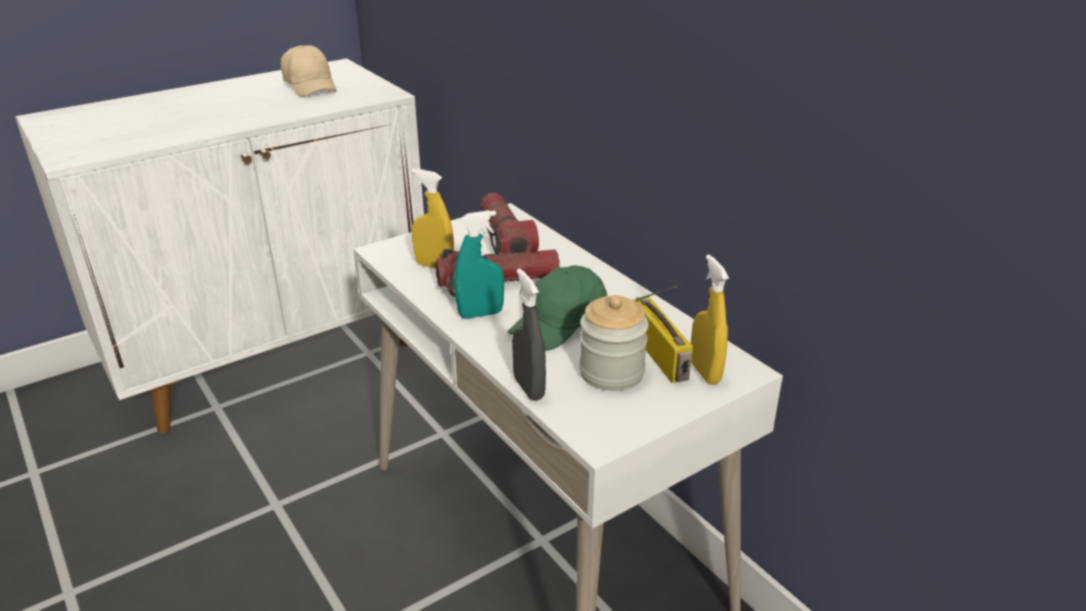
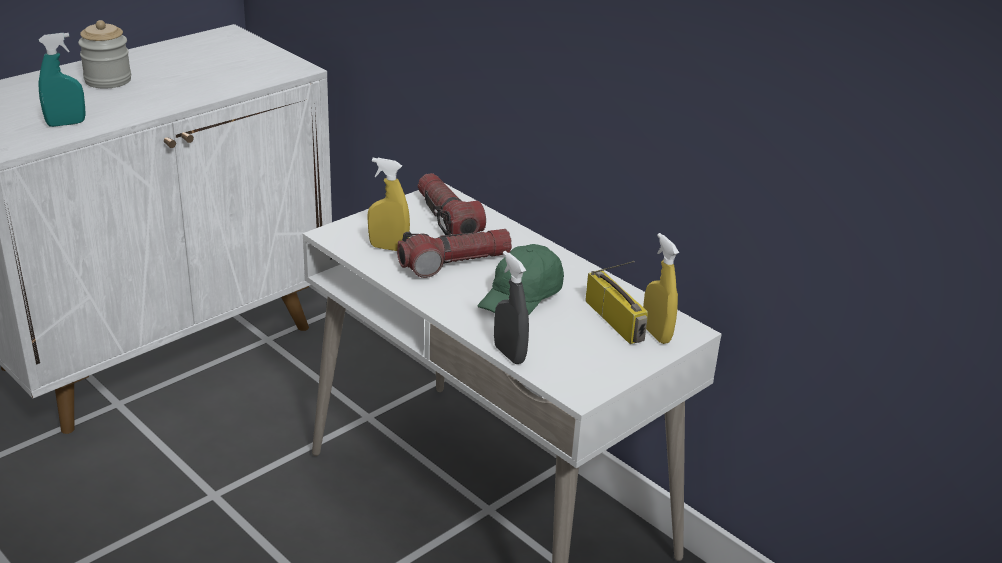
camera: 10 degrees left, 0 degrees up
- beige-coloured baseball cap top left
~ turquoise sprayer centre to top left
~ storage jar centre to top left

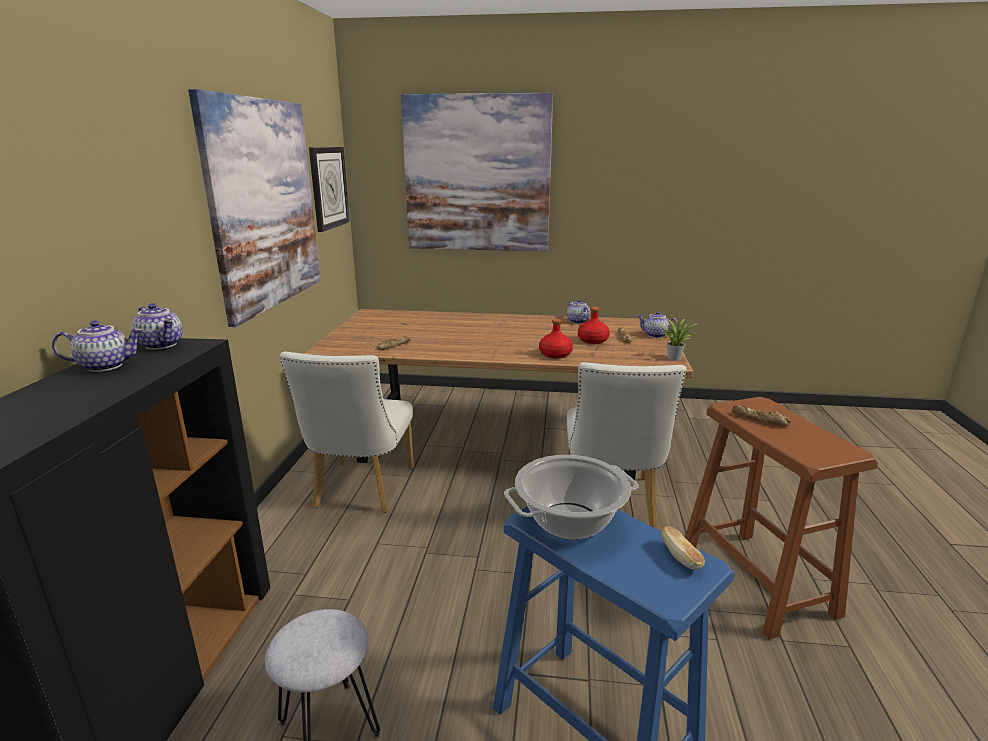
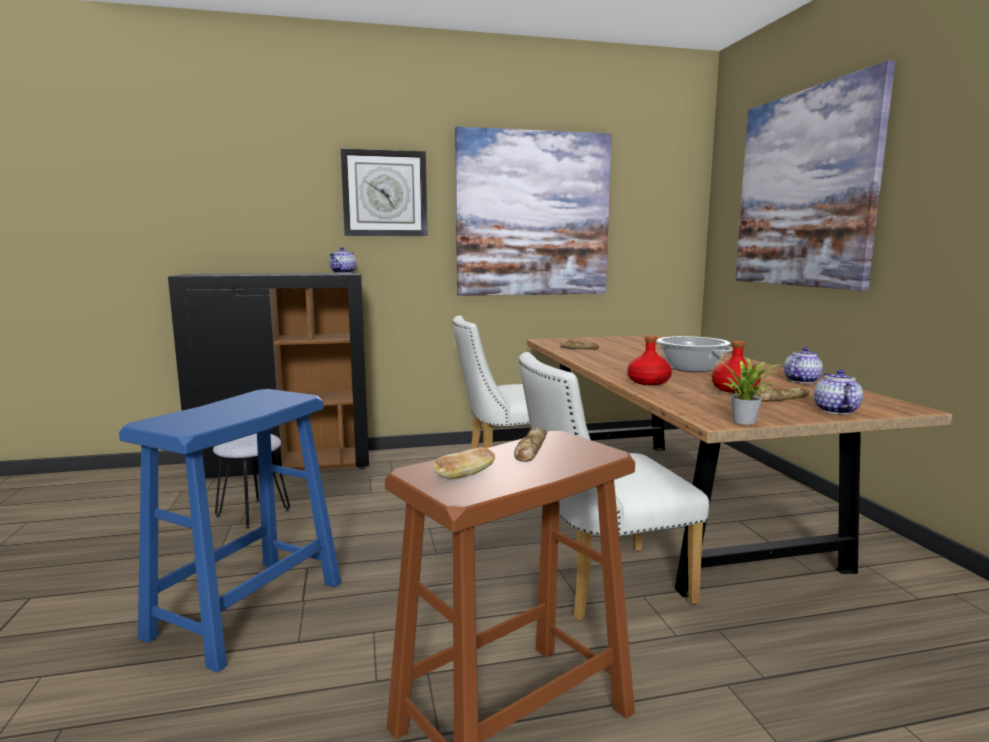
camera: 70 degrees right, 10 degrees down
~ clock on the wall top left to top centre
- teapot (1st from left) middle left
~ stockpot bottom centre to middle right
~ bakery bread (3rd from left in the first image) bottom right to bakery bread (1st from left) centre

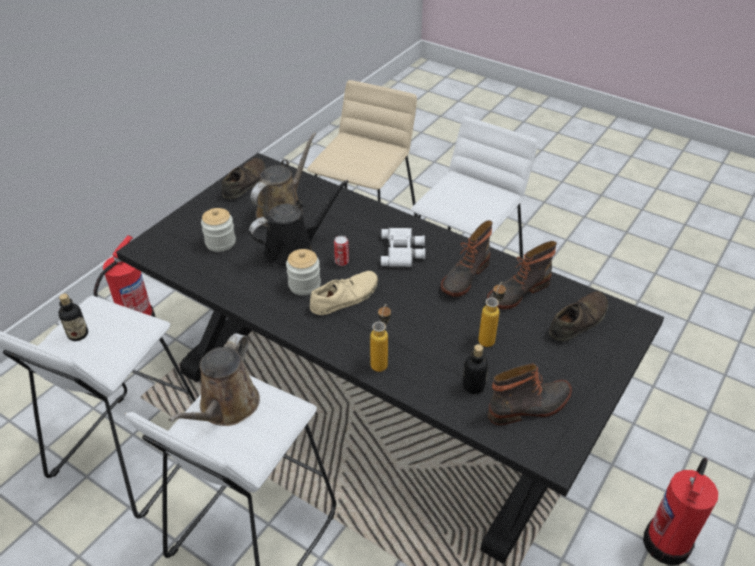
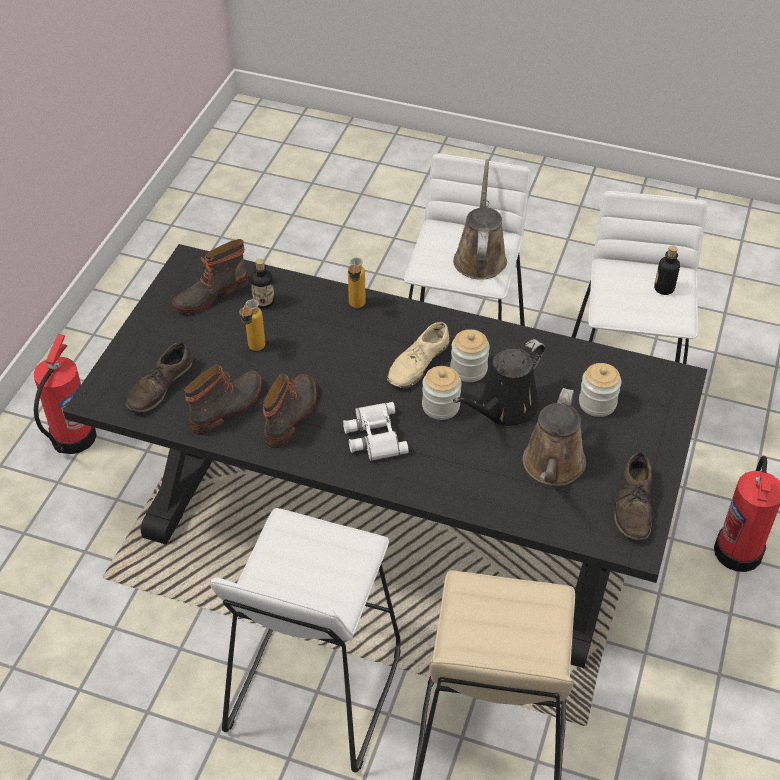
camera: 165 degrees right, 5 degrees up
~ can centre to storage jar (1st from left) centre

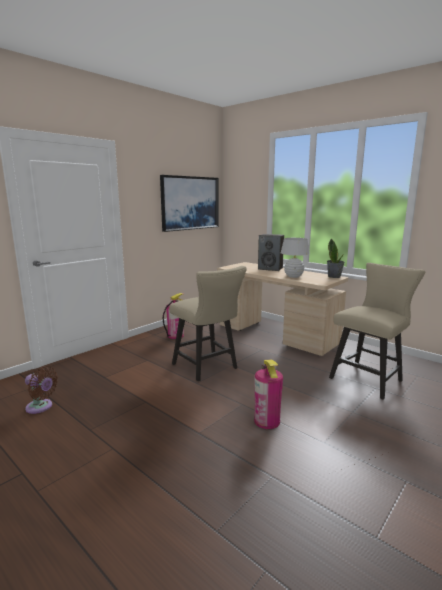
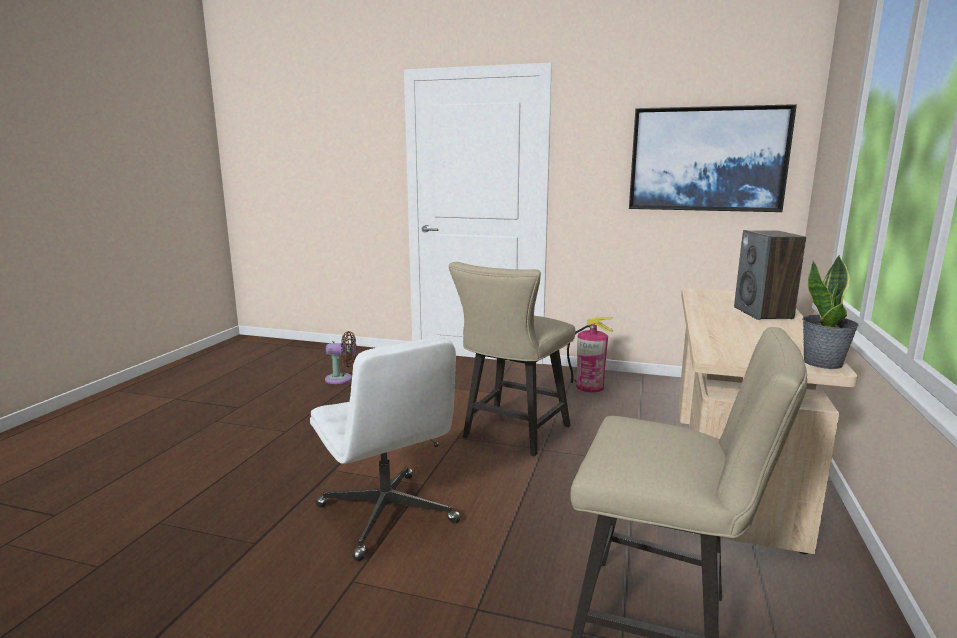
camera: 65 degrees right, 0 degrees up
- whitish tabletop lamp middle right
~ fire extinguisher (2nd from left) bottom centre to whitish computer chair bottom centre
~ brown-coloured cooling fan middle left = centre 90 degrees counterclockwise

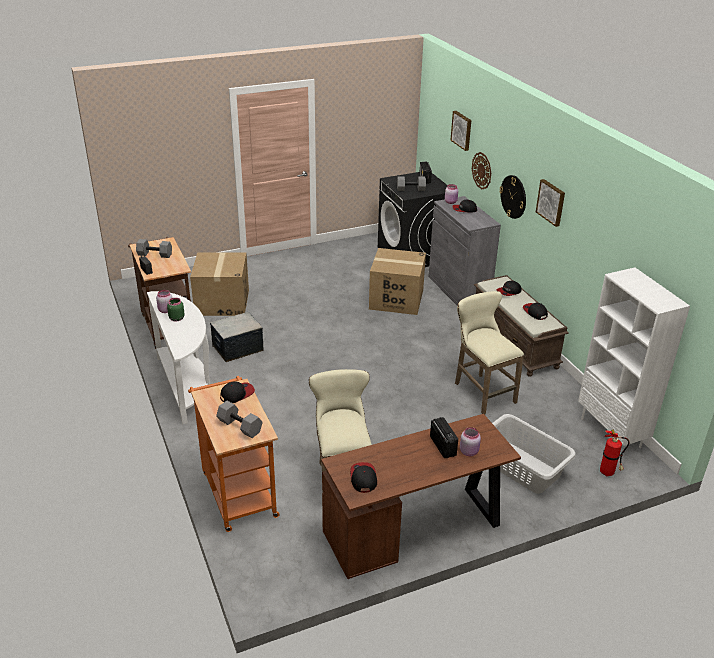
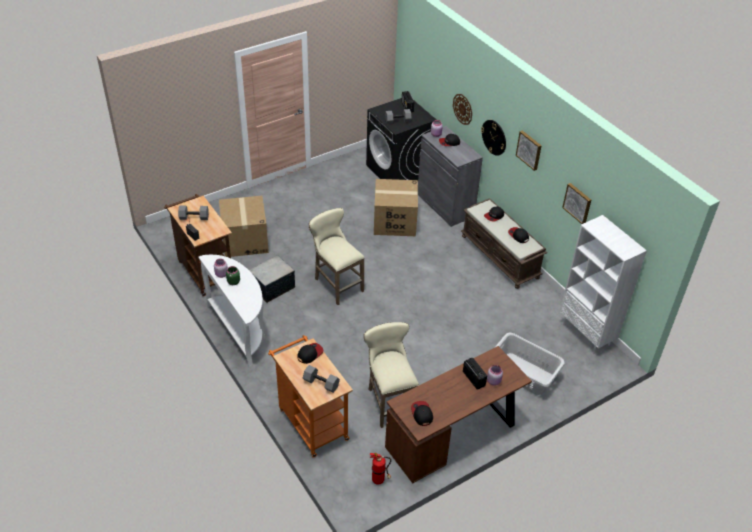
camera: 10 degrees left, 10 degrees up
~ wall art (1st from left in the first image) top centre to wall art (2nd from left) middle right
~ beige-coloured stool (2nd from left in the first image) middle right to beige-coloured stool (1st from left) centre
~ fire extinguisher bottom right to bottom centre

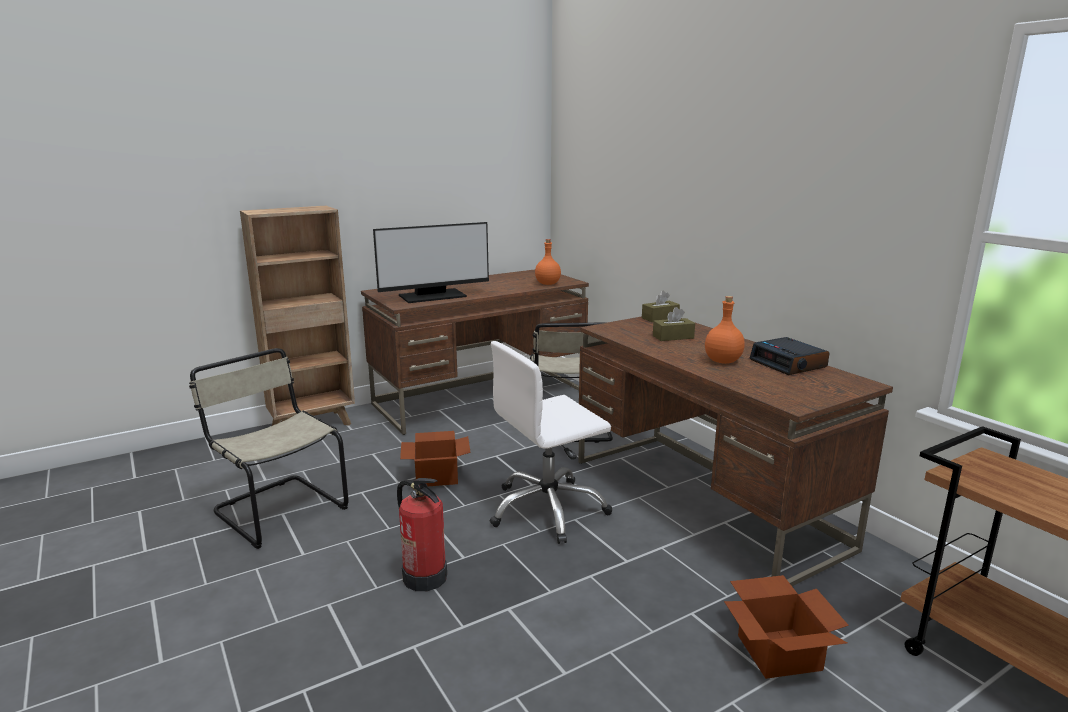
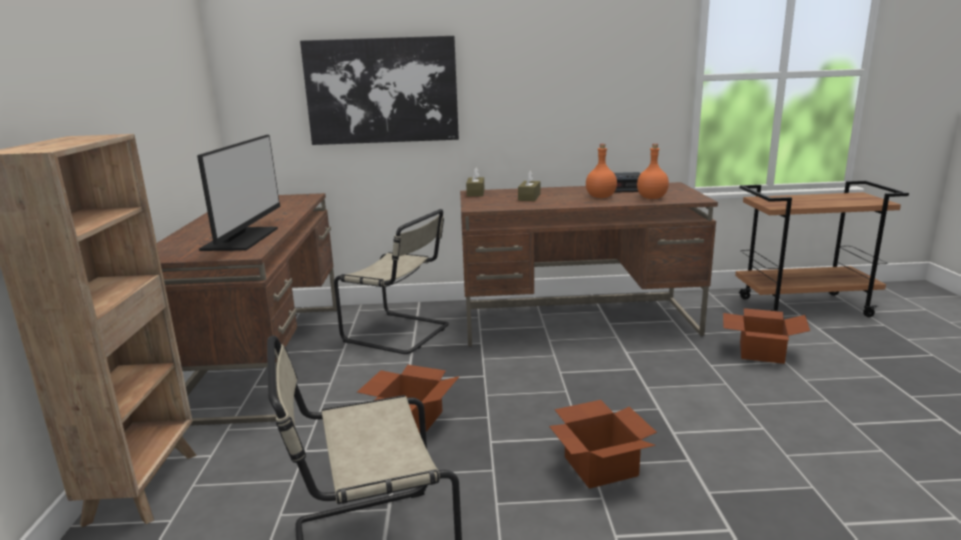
camera: 60 degrees left, 0 degrees up
~ orange-coloured beverage bottle (1st from left in the first image) centre to orange-coloured beverage bottle (2nd from left) top right
- whitish computer chair centre
~ fire extinguisher bottom centre to packing box (2nd from left) bottom centre
+ wall art top centre

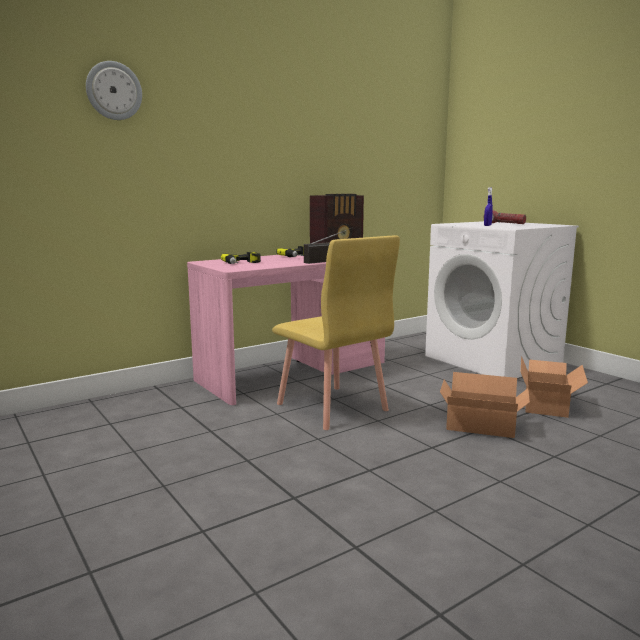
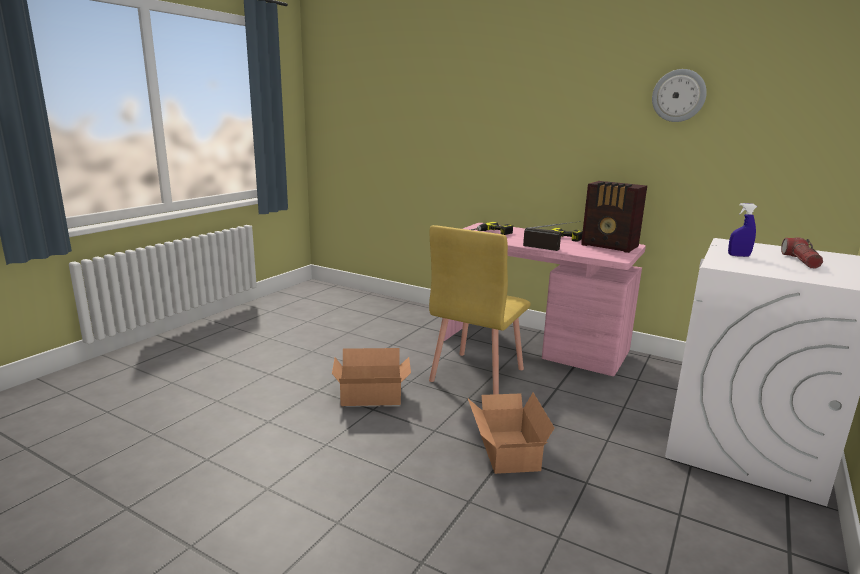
camera: 65 degrees right, 5 degrees up
~ clock on the wall top left to top right
~ packing box (2nd from left in the first image) middle right to packing box (1st from left) centre

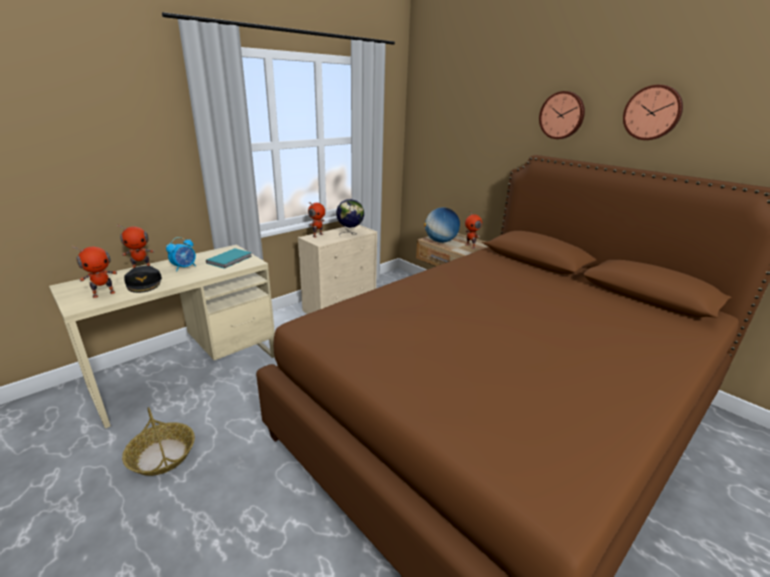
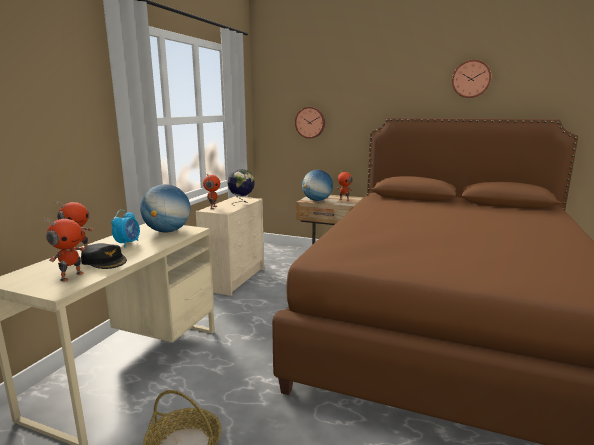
camera: 25 degrees left, 10 degrees down
~ clock on the wall (1st from left) top right to top centre
~ turquoise book middle left to globe (1st from left) middle left

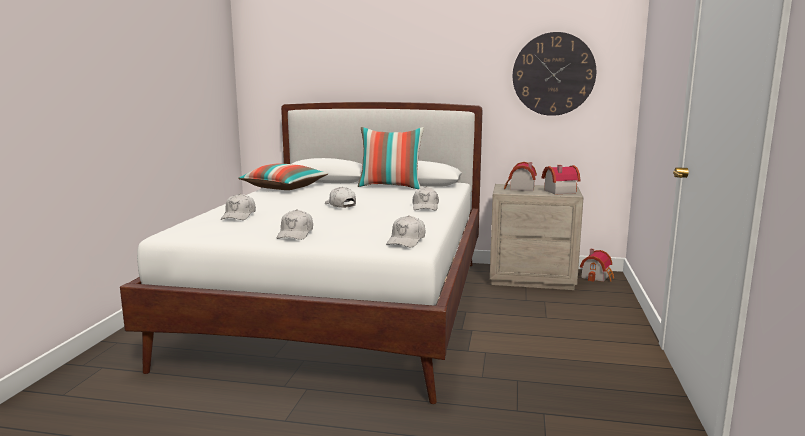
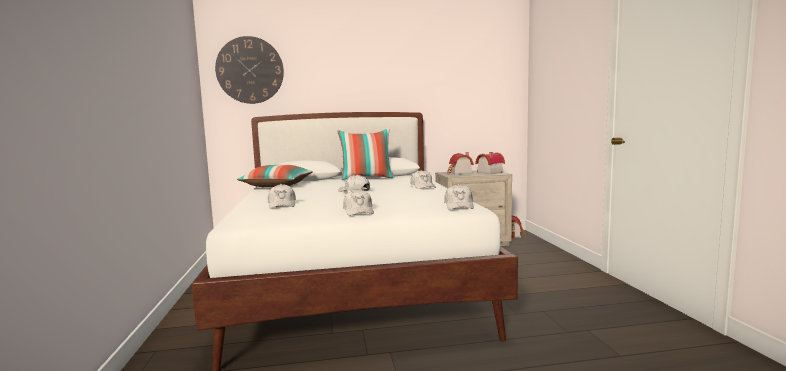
camera: 20 degrees left, 5 degrees down
~ clock on the wall top right to top left

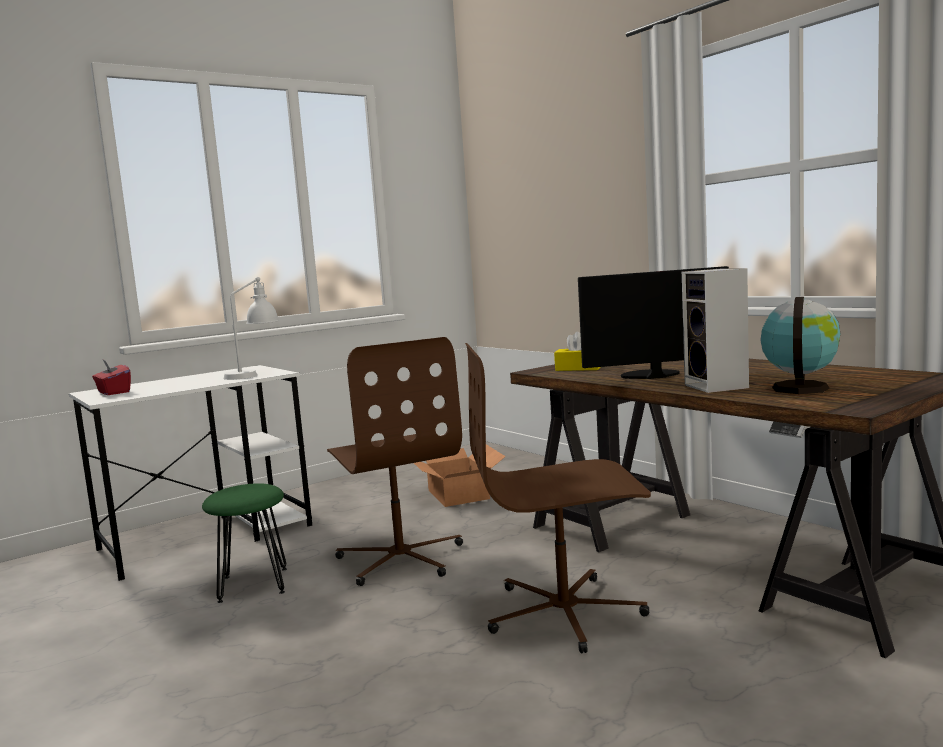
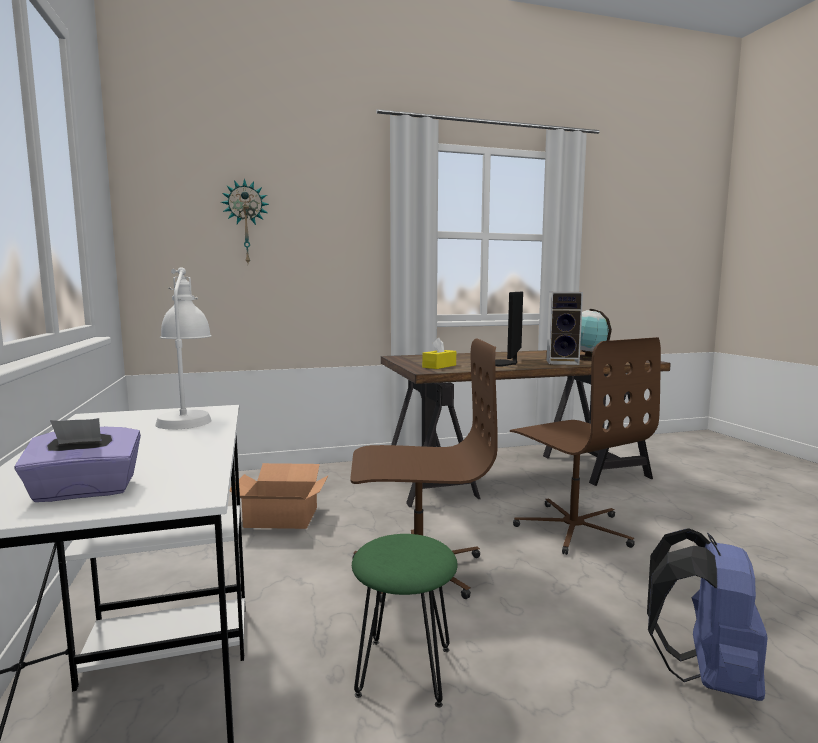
camera: 70 degrees left, 0 degrees up
~ brown-coloured computer chair (2nd from left) bottom centre = middle right 45 degrees counterclockwise
~ red tissue box middle left to purplish tissue box middle left
+ clock on the wall top left
+ bluish rucksack bottom right

